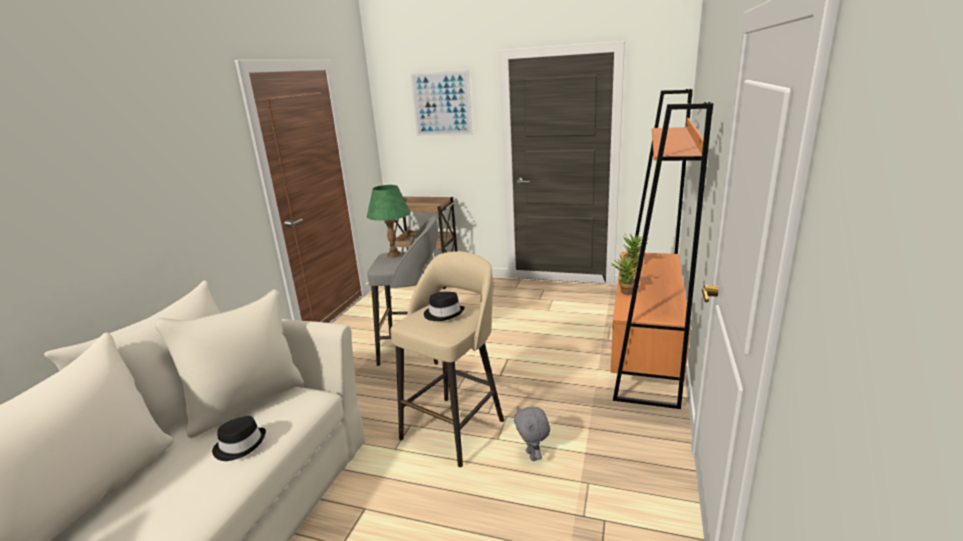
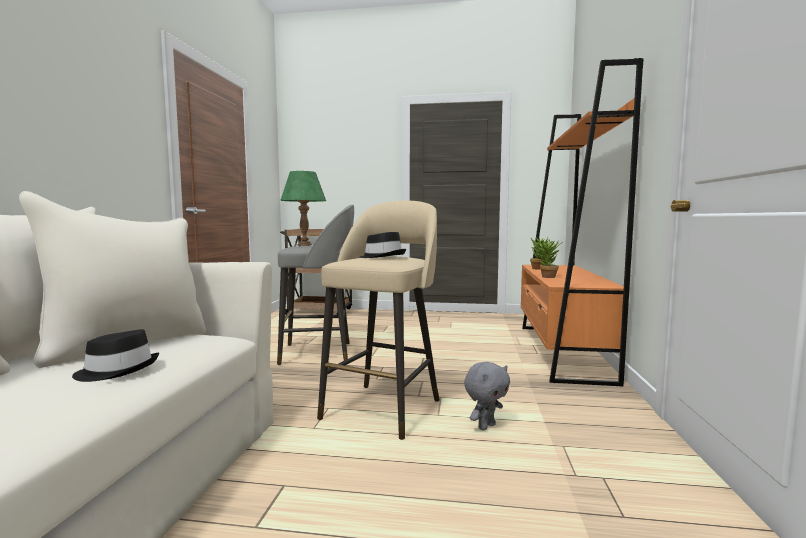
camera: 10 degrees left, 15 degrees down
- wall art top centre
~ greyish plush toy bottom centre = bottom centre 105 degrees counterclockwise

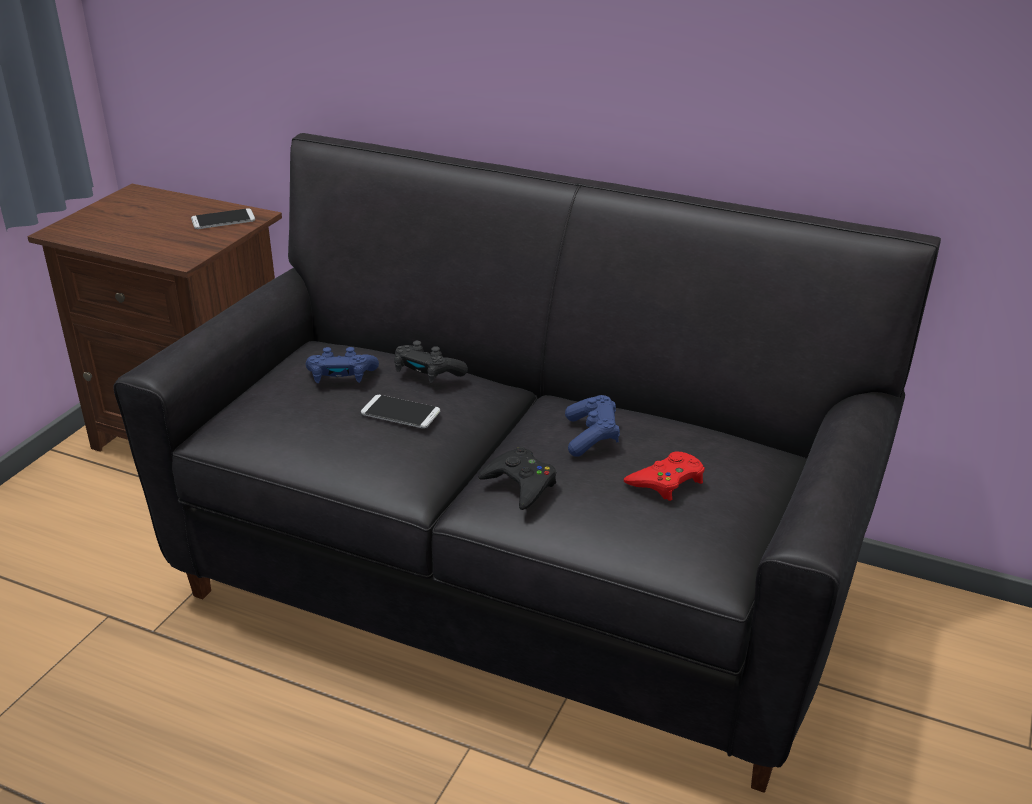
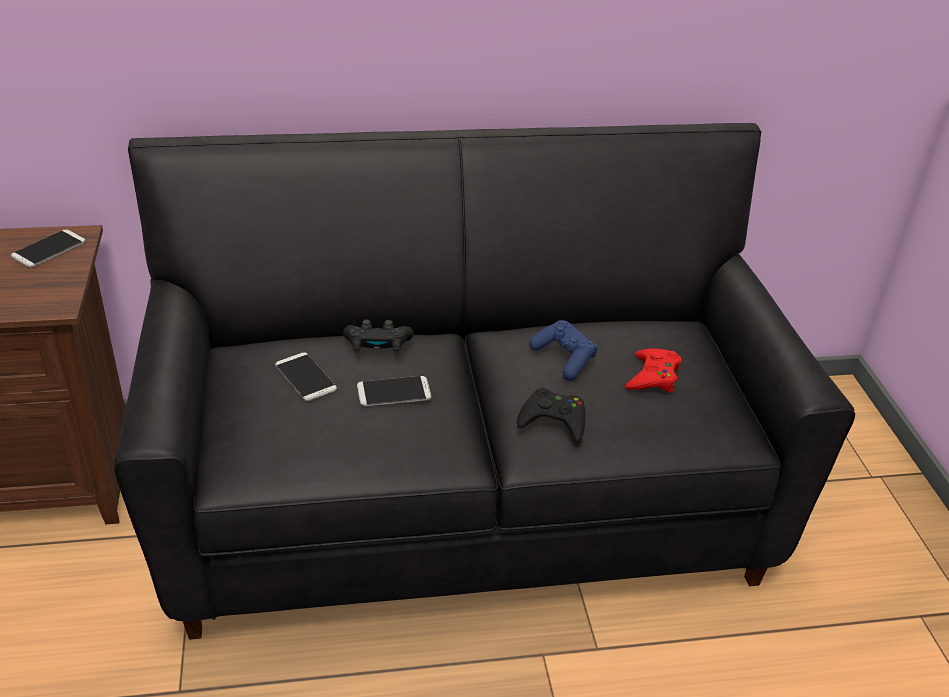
camera: 35 degrees left, 5 degrees up
~ bluish gamepad (1st from left) middle left to phone (2nd from left) middle left

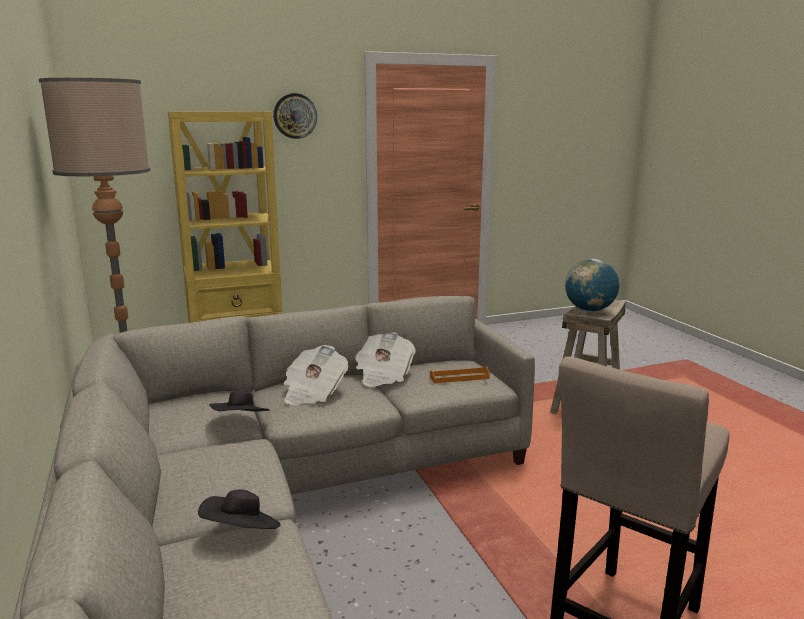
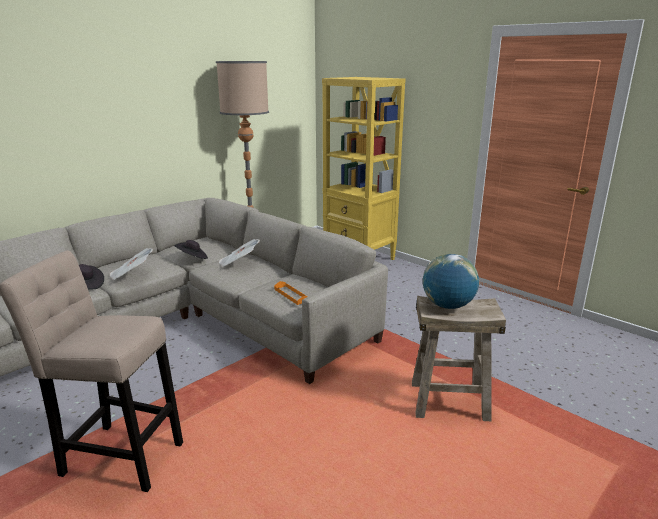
camera: 65 degrees right, 5 degrees up
- clock on the wall top centre
~ daily paper (2nd from left in the first image) centre to daily paper (1st from left) middle left

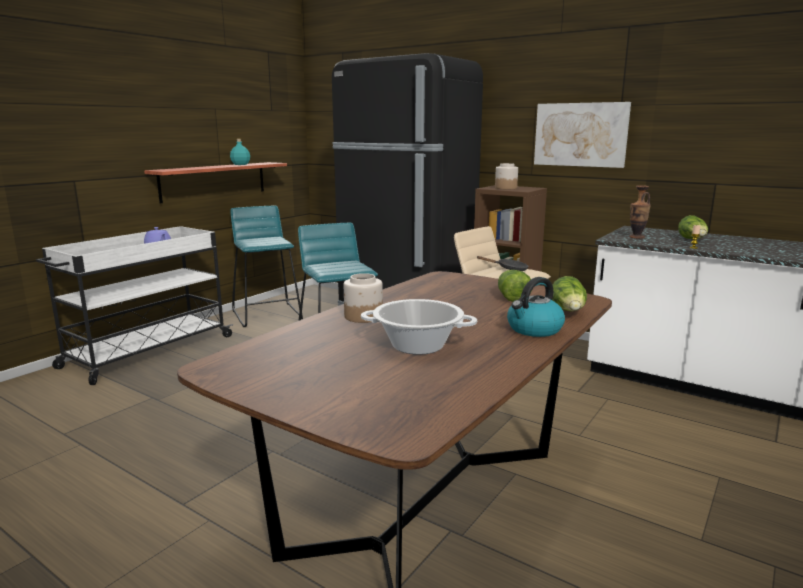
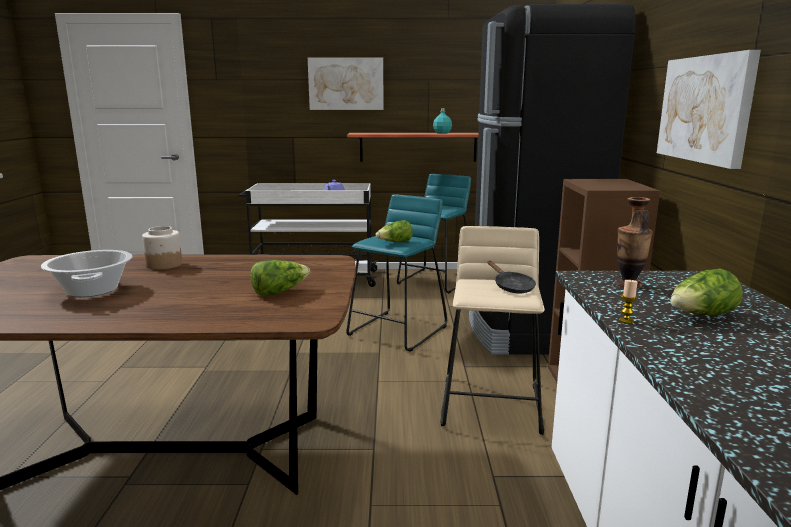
camera: 55 degrees right, 0 degrees up
- storage jar (2nd from left) top centre
~ lettuce head (2nd from left) middle right to centre
- water kettle middle right
+ wall art (1st from left) top centre

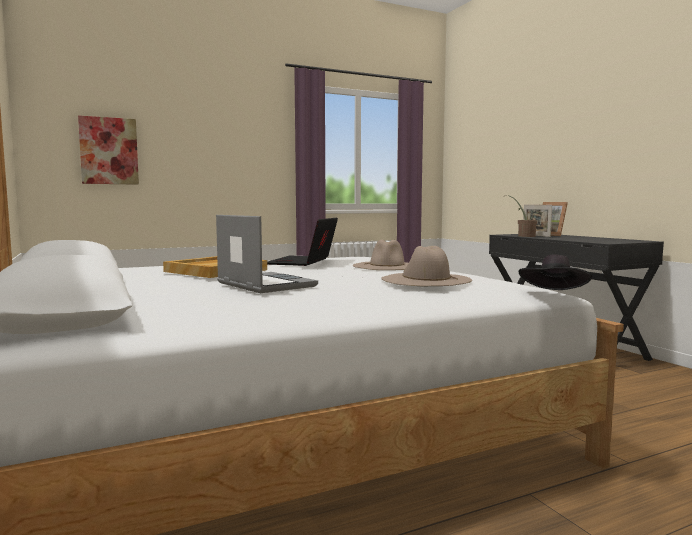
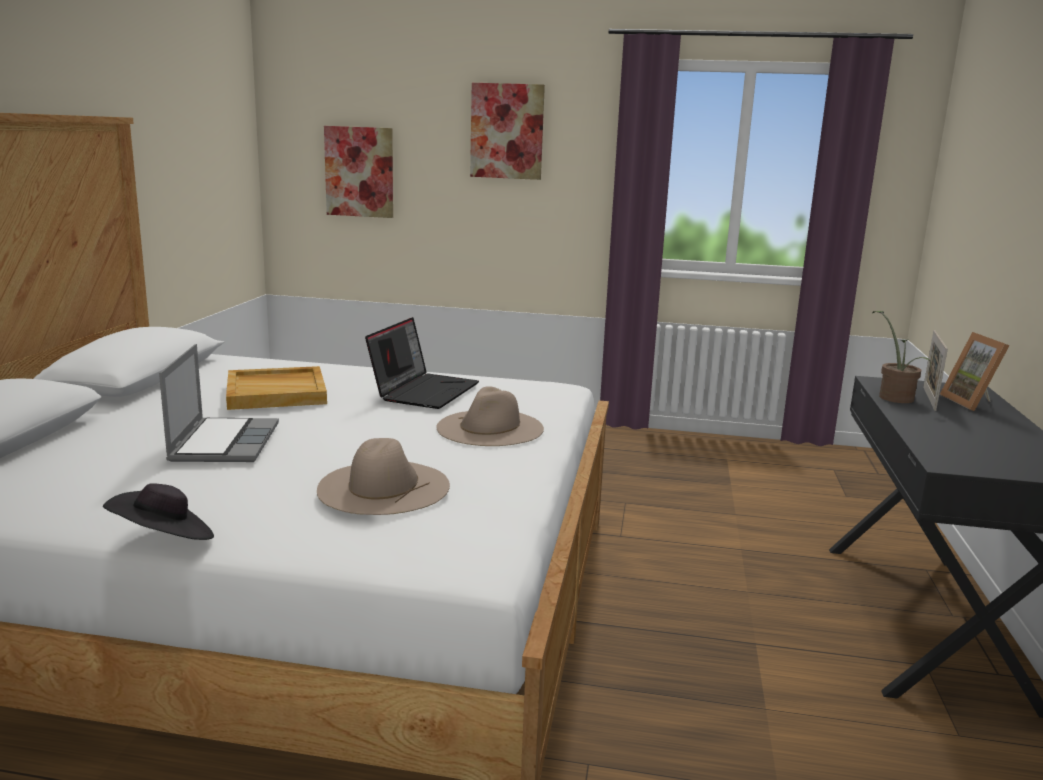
camera: 35 degrees right, 10 degrees up
~ laptop (2nd from left) centre = centre 150 degrees clockwise
~ black-coloured wearable hat middle right to middle left
+ wall art (2nd from left) top centre

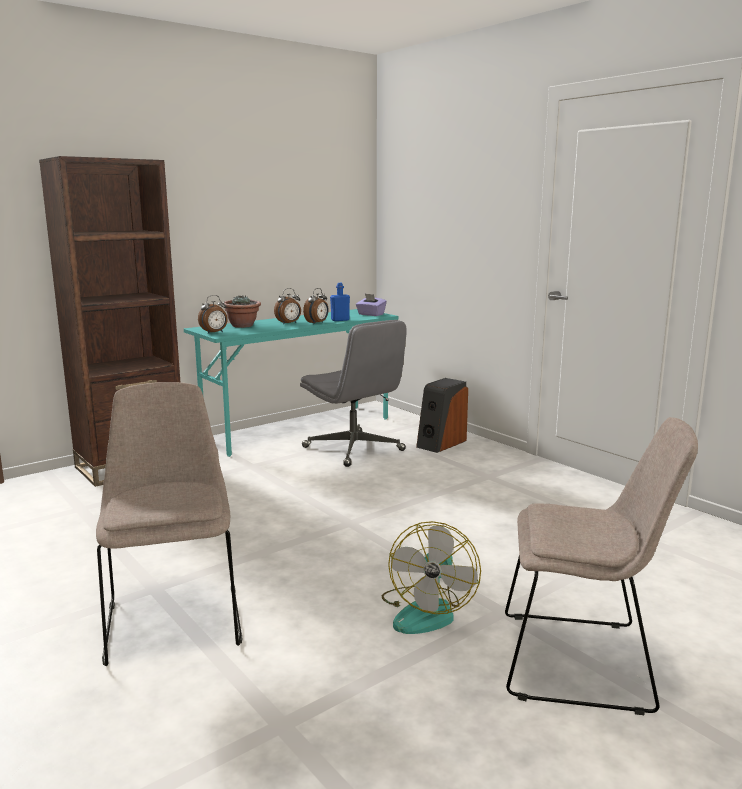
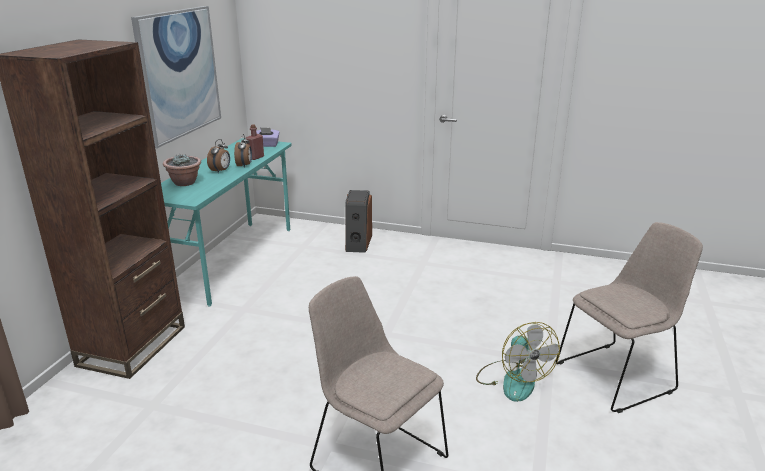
camera: 35 degrees left, 10 degrees up
~ bluish beverage bottle centre to red beverage bottle top centre
- table clock (1st from left) middle left
- greyish computer chair centre
+ wall art top left

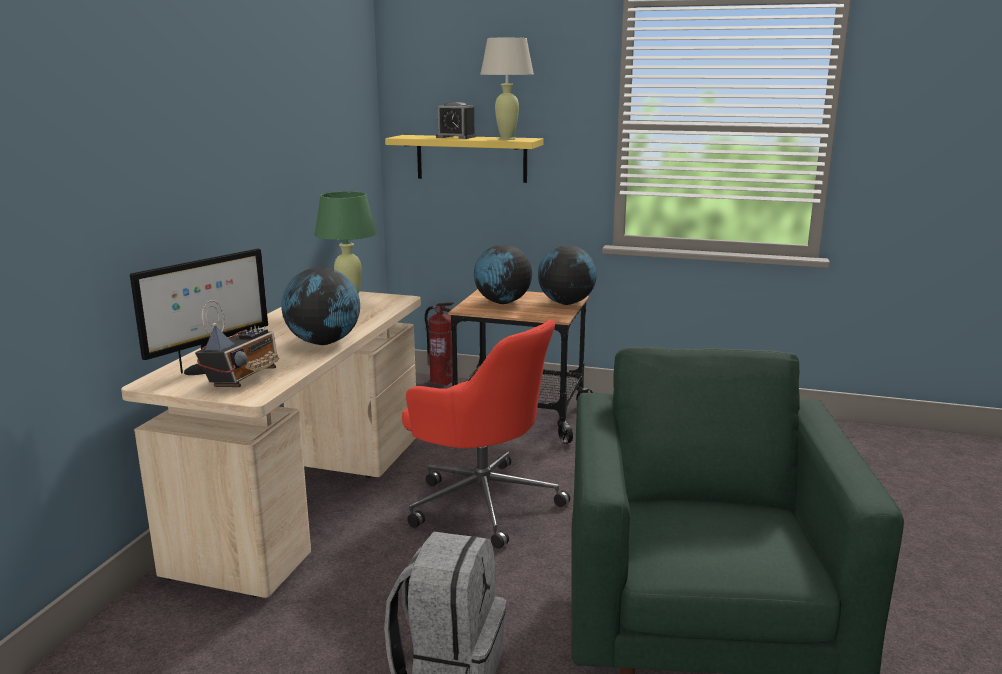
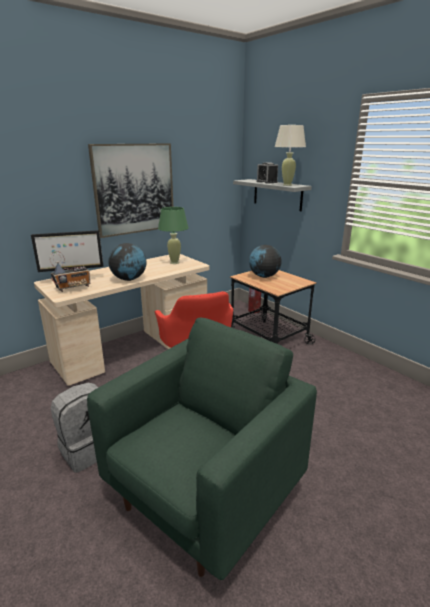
camera: 35 degrees right, 5 degrees up
~ yellow-coloured wall shelf top centre to greyish wall shelf top centre
- globe (3rd from left) centre
+ wall art top left

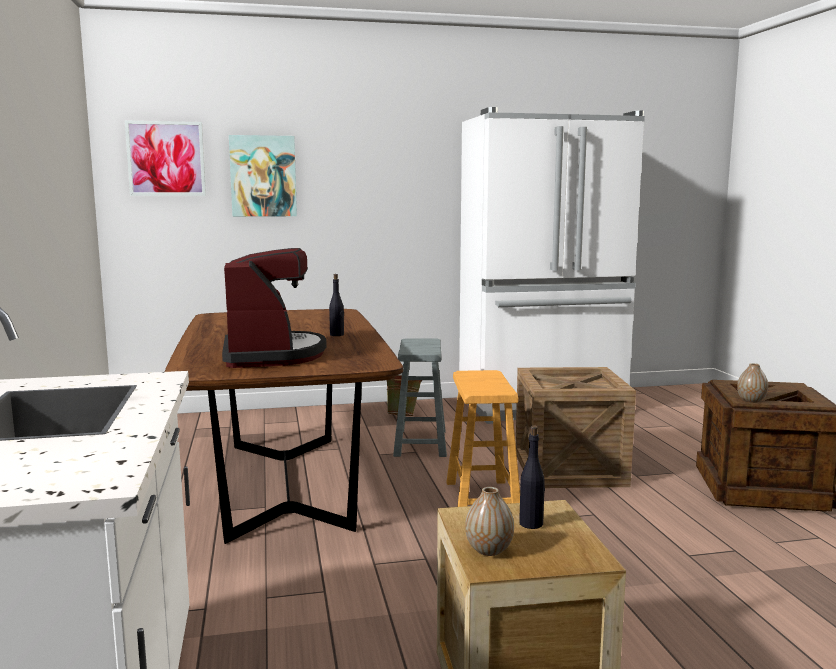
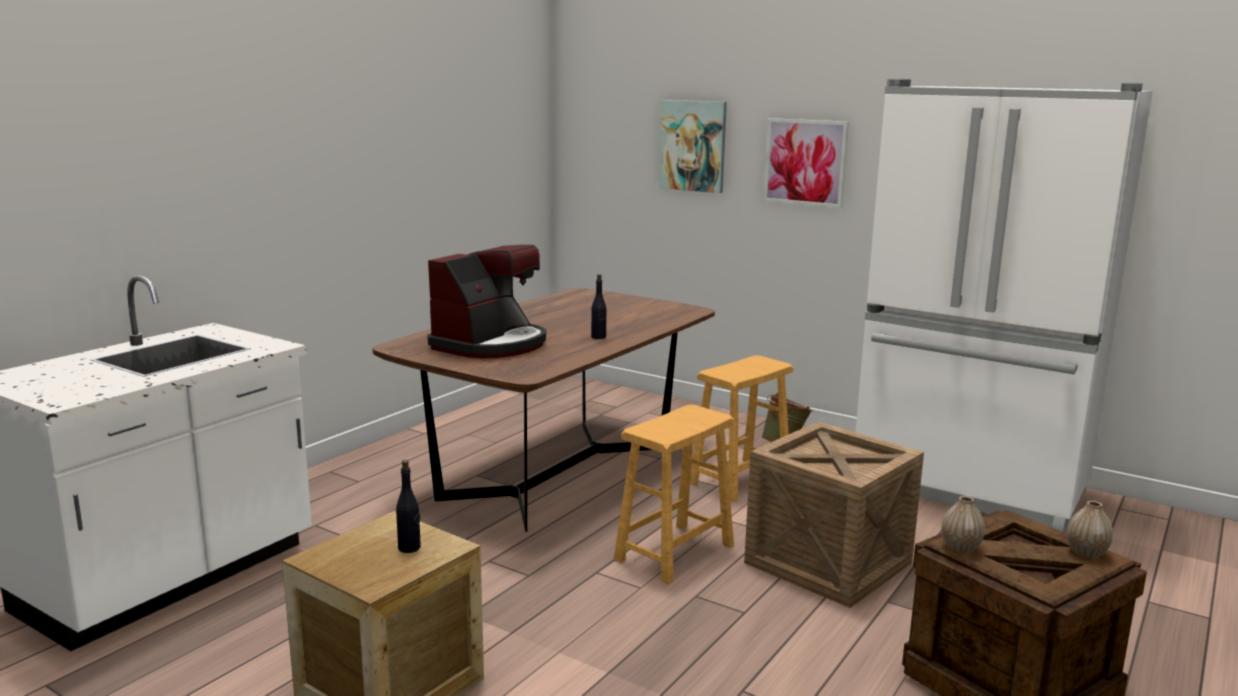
camera: 45 degrees right, 5 degrees up
~ wall art (1st from left in the first image) top left to wall art (2nd from left) top centre
~ greyish stool centre to brown-coloured stool (2nd from left) centre
~ decorative vase (1st from left in the first image) bottom centre to decorative vase (2nd from left) bottom right

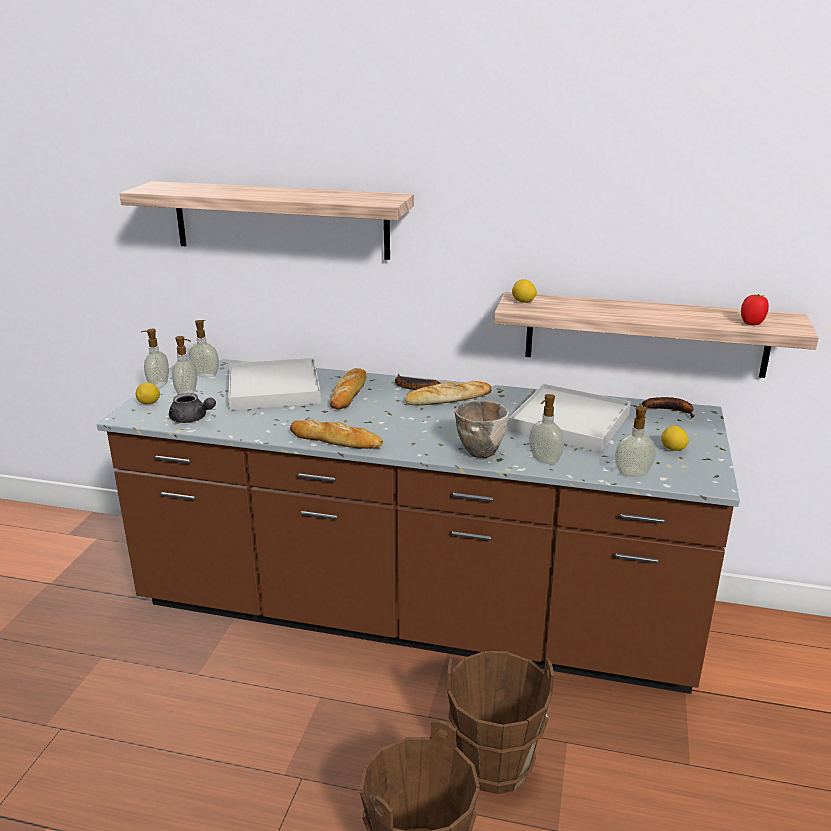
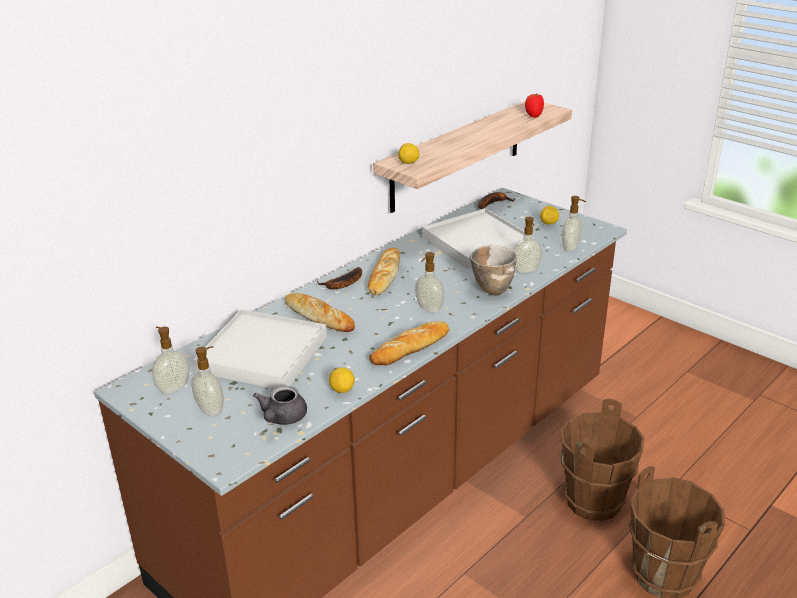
camera: 60 degrees left, 5 degrees up
- wall shelf (1st from left) top left
~ soap bottle (1st from left in the first image) middle left to soap bottle (3rd from left) centre
~ lemon (1st from left) middle left to centre
~ greyish teapot middle left = bottom centre 135 degrees clockwise

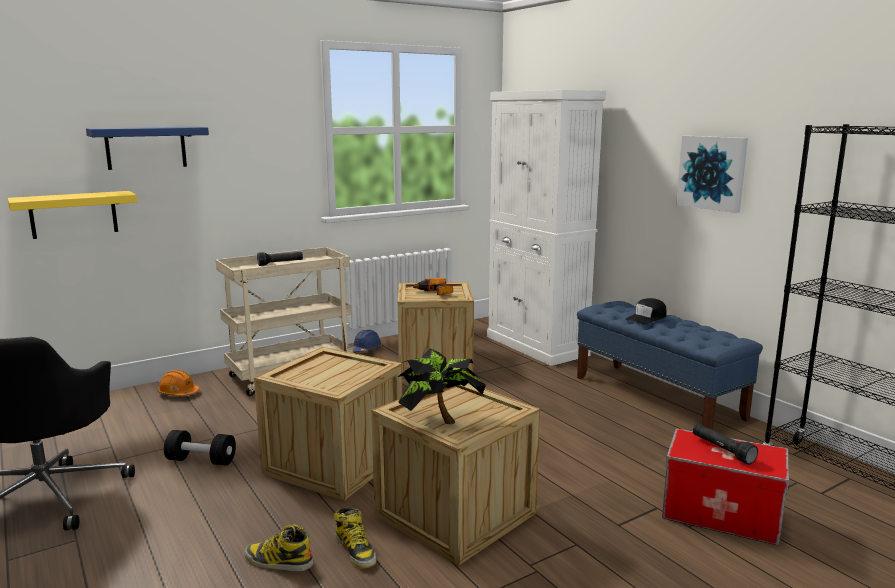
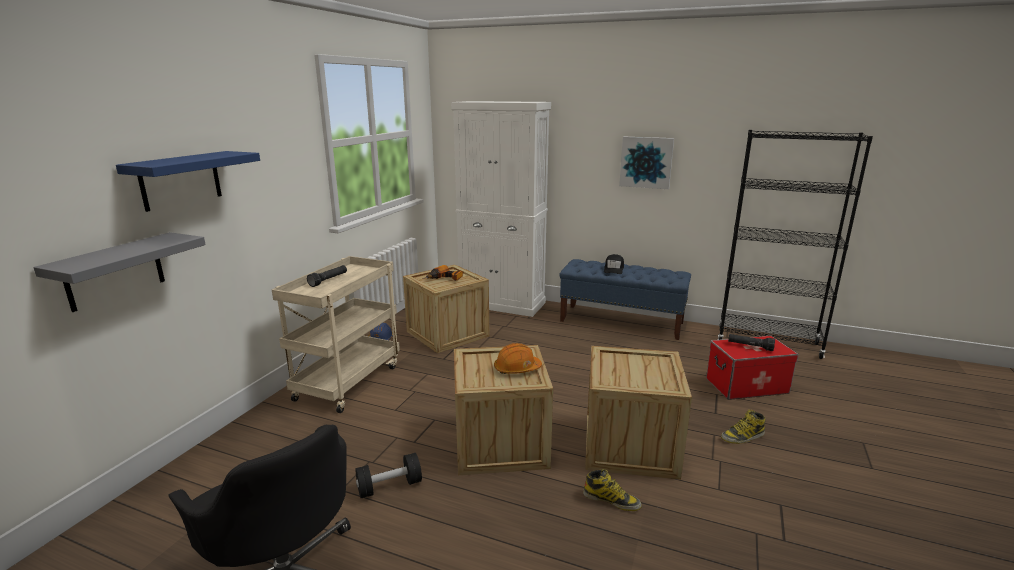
camera: 35 degrees left, 5 degrees up
~ yellow-coloured wall shelf middle left to greyish wall shelf middle left
- potted plant centre
~ orange-coloured hard hat middle left to centre
~ boot (1st from left in the first image) bottom left to boot (2nd from left) bottom right

